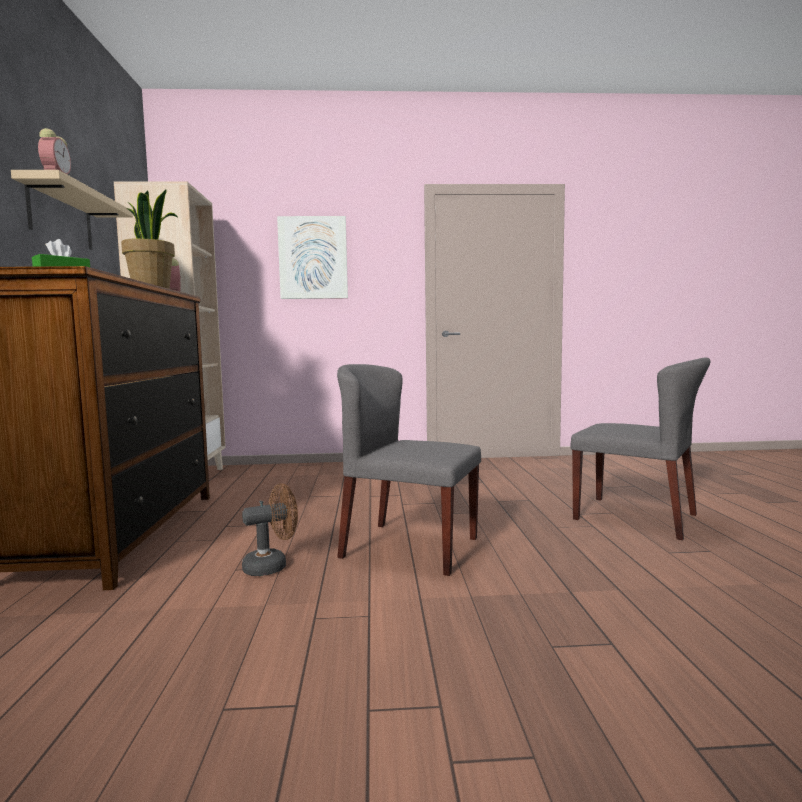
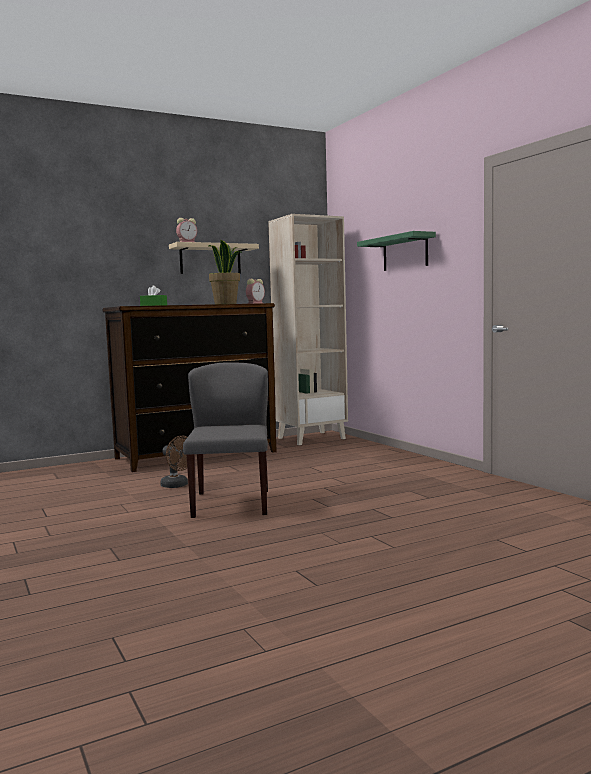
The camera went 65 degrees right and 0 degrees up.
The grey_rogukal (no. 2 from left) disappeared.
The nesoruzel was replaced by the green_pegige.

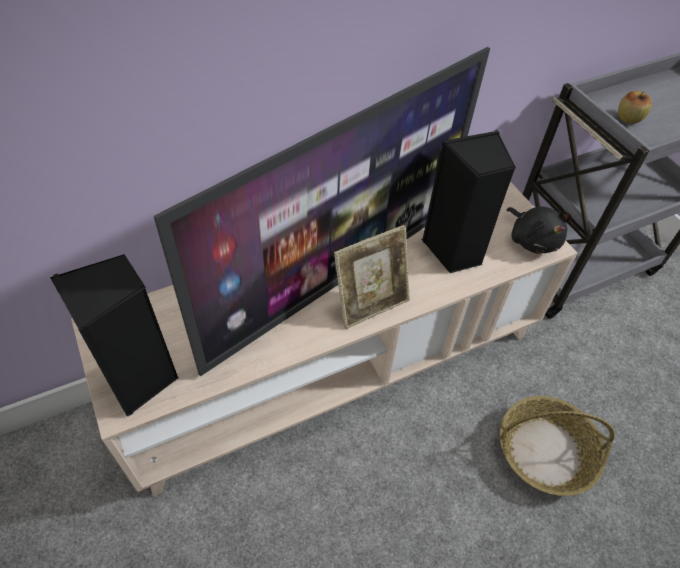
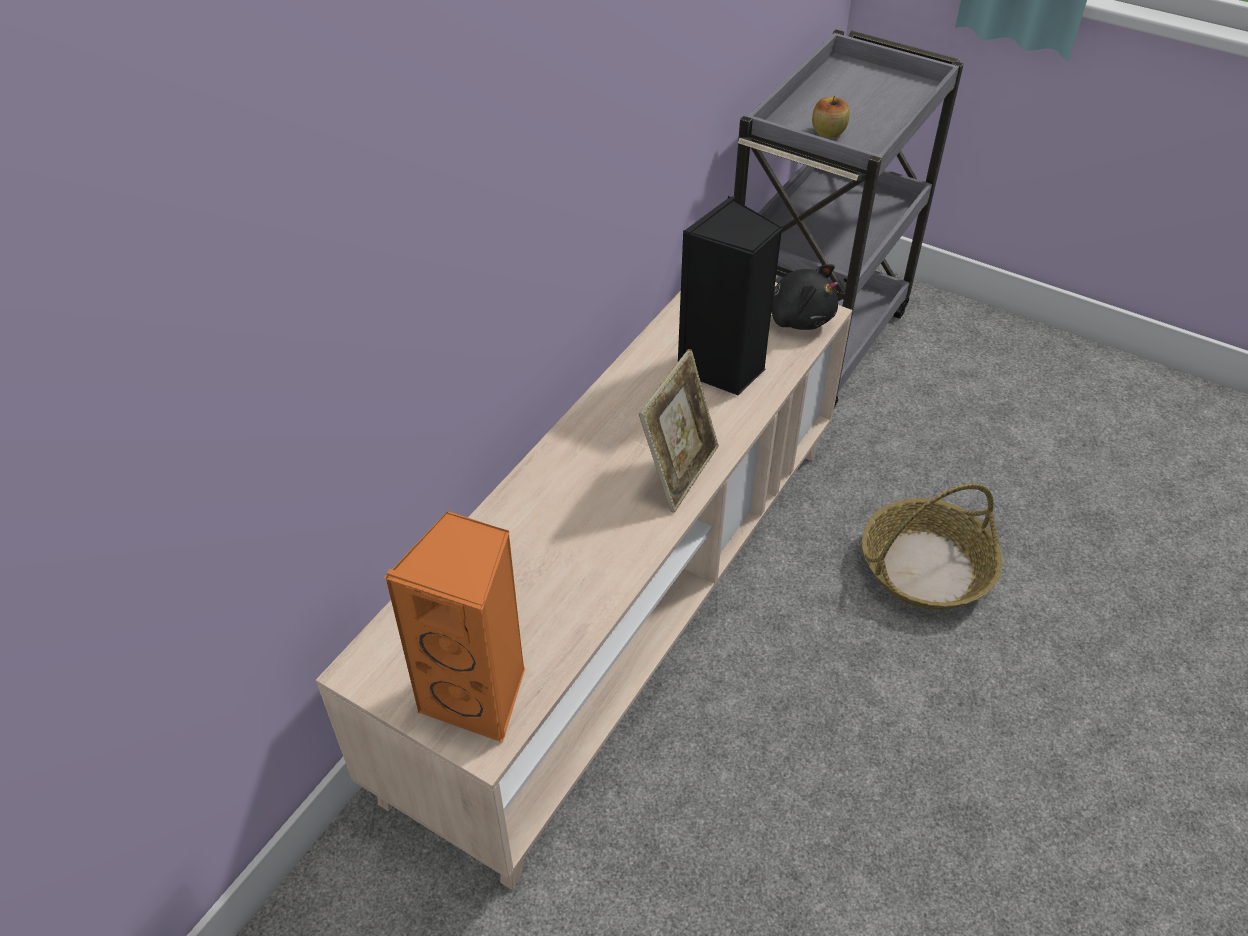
The camera went 30 degrees left and 5 degrees down.
The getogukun disappeared.
The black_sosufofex (no. 1 from left) became the orange_sosufofex.

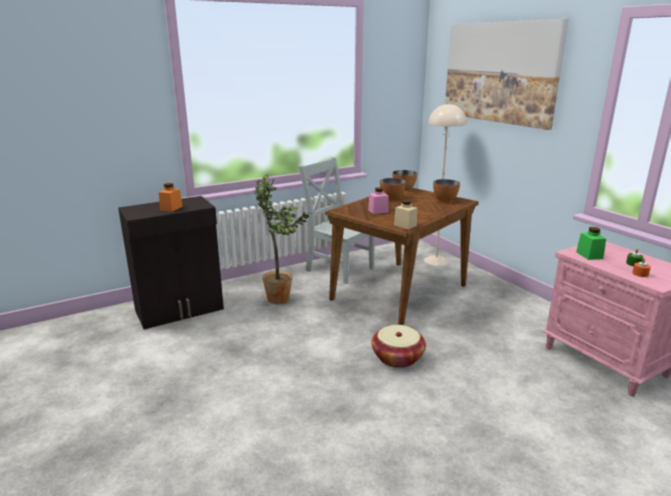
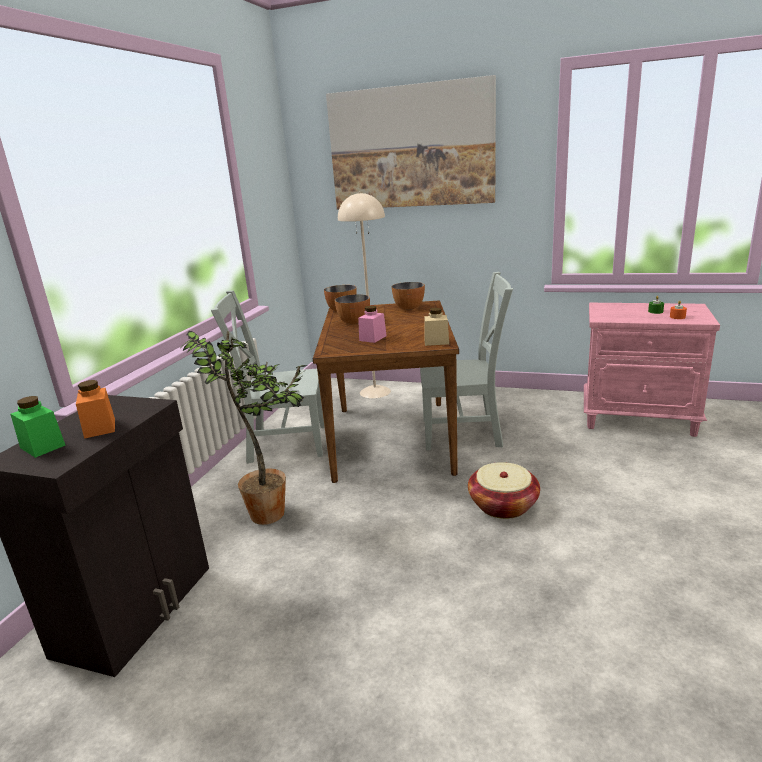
The camera went 40 degrees left and 0 degrees up.
The grey_rogukal (no. 2 from left) appeared.
The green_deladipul moved.

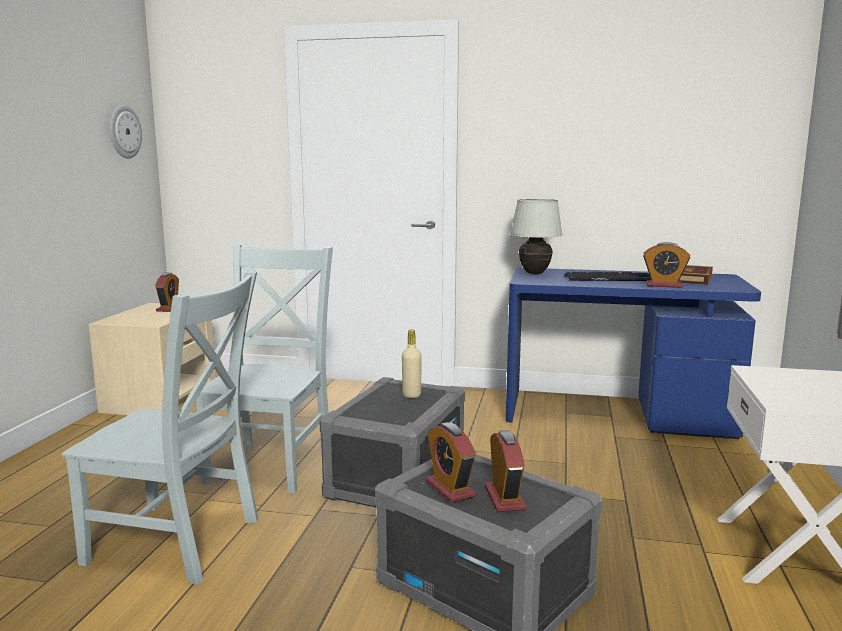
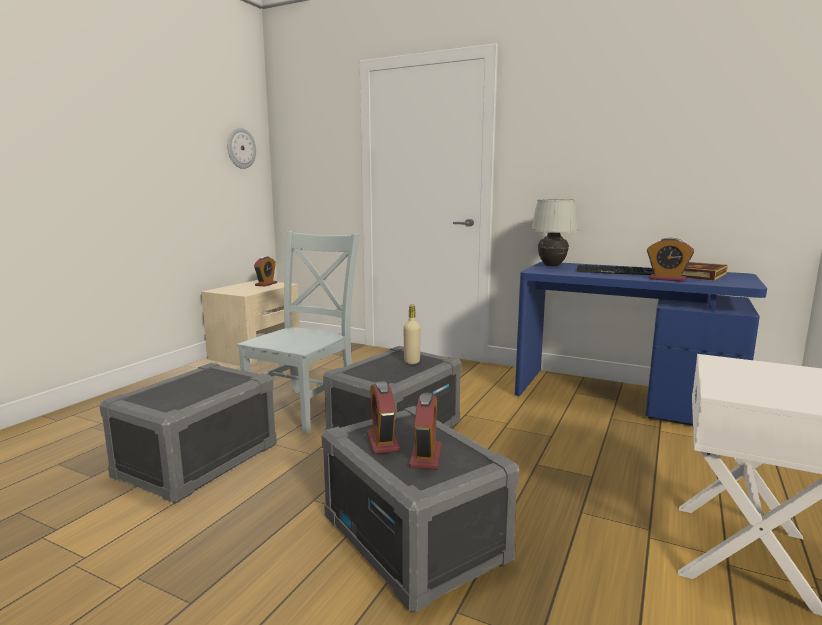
The camera went 15 degrees right and 0 degrees up.
The grey_rogukal (no. 1 from left) was replaced by the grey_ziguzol (no. 1 from left).

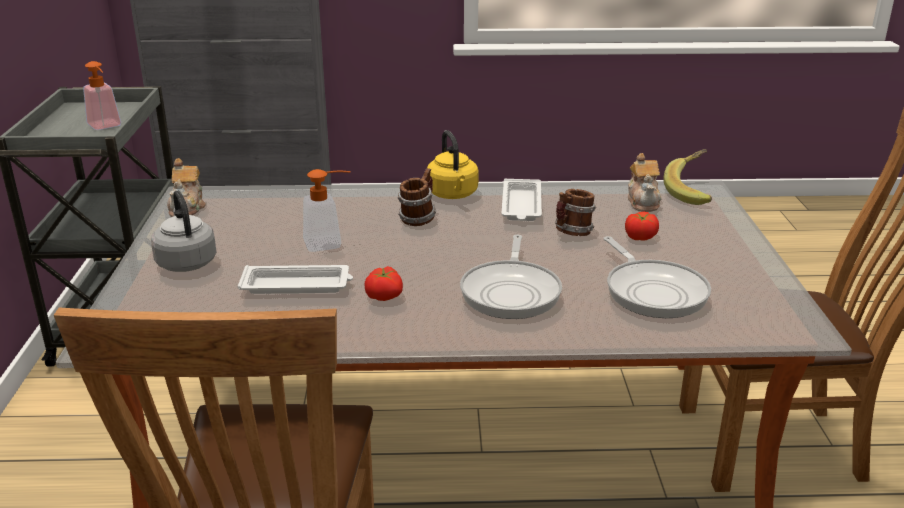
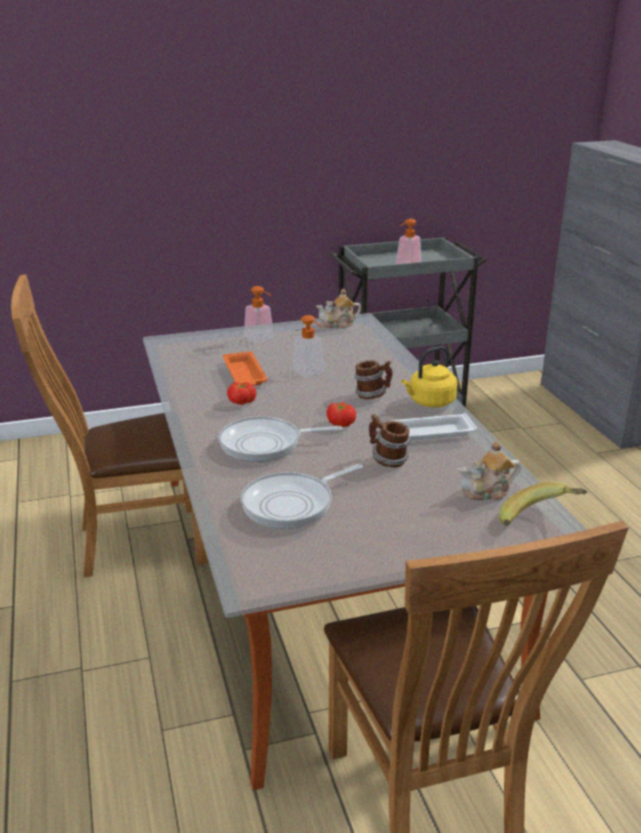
The camera went 75 degrees right and 0 degrees up.
The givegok (no. 2 from left) moved.
The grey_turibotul was replaced by the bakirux (no. 1 from left).
The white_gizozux (no. 1 from left) became the orange_gizozux.

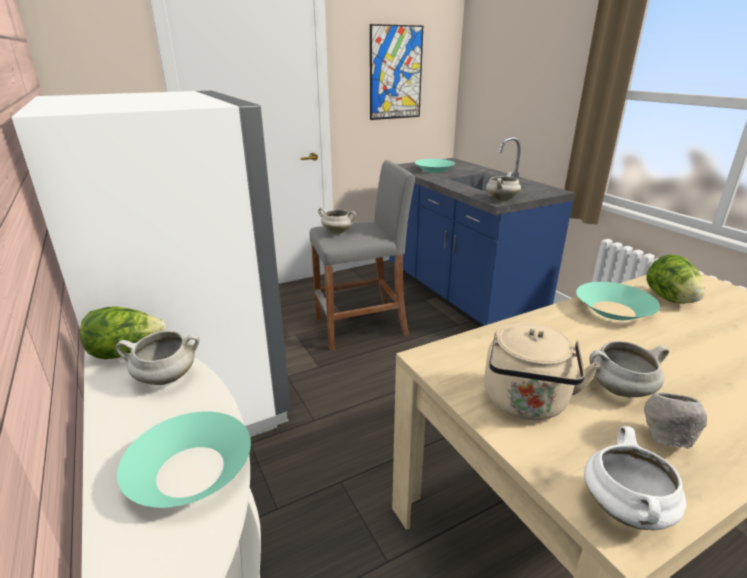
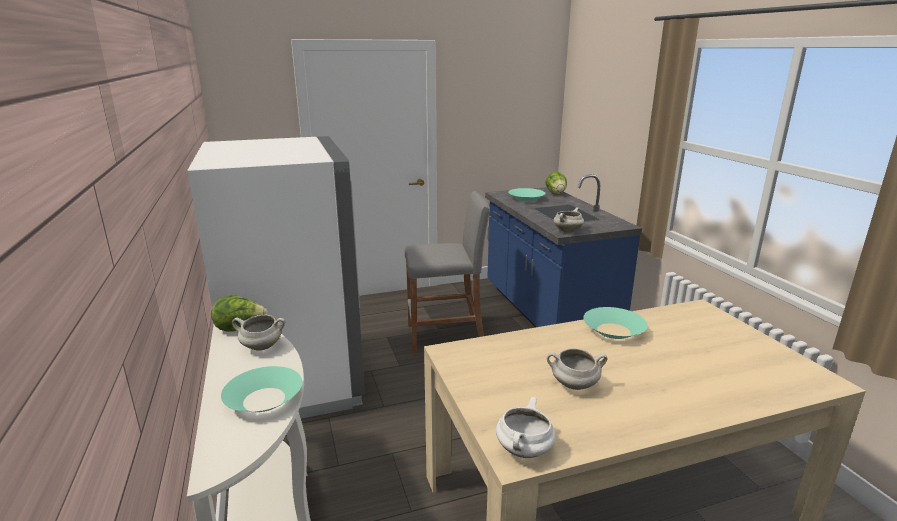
The camera went 10 degrees right and 5 degrees down.
The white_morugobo (no. 2 from left) disappeared.
The nesoruzel disappeared.
The beige_turibotul disappeared.
The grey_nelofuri disappeared.
The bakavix (no. 2 from left) moved.

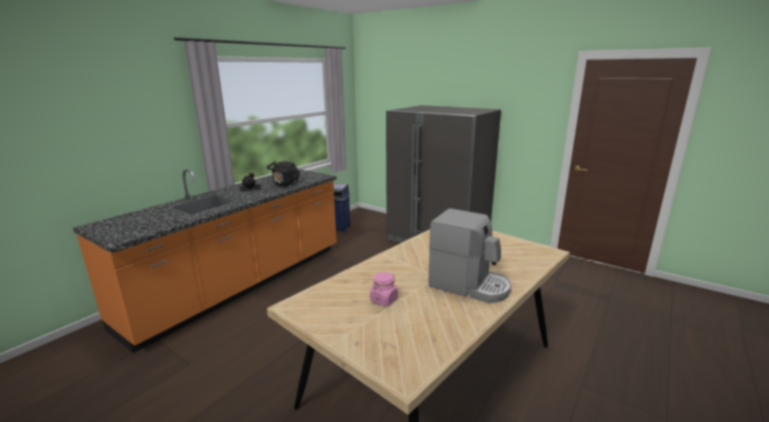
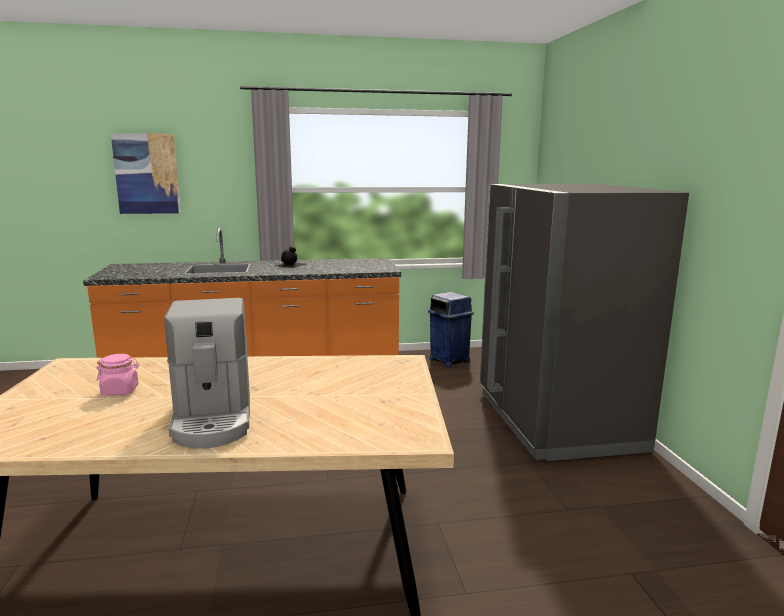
The camera went 45 degrees right and 5 degrees down.
The black_turibotul disappeared.
The nesoruzel appeared.

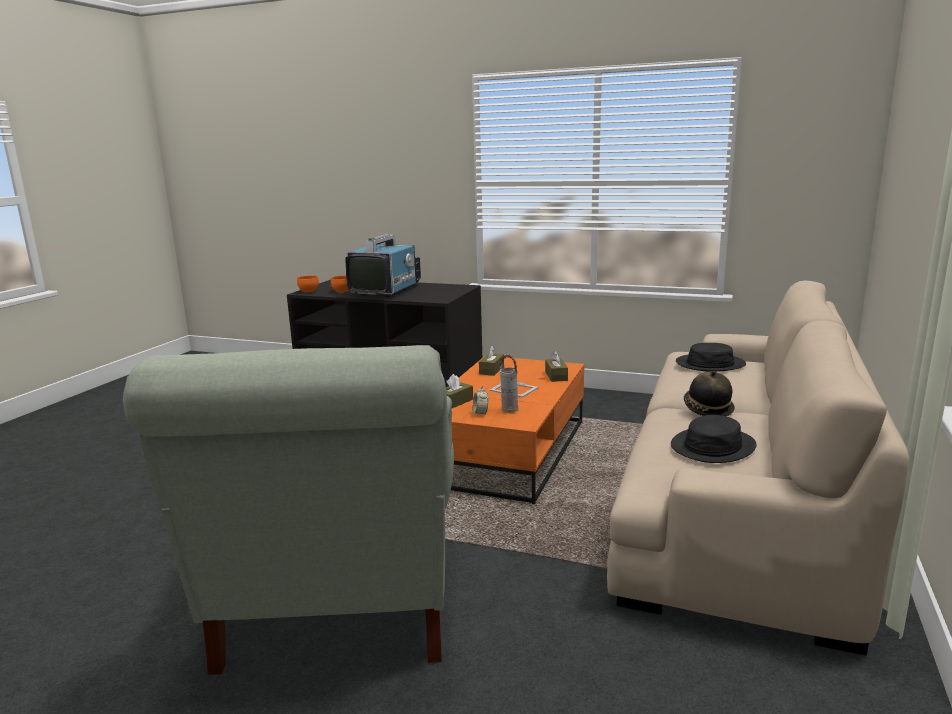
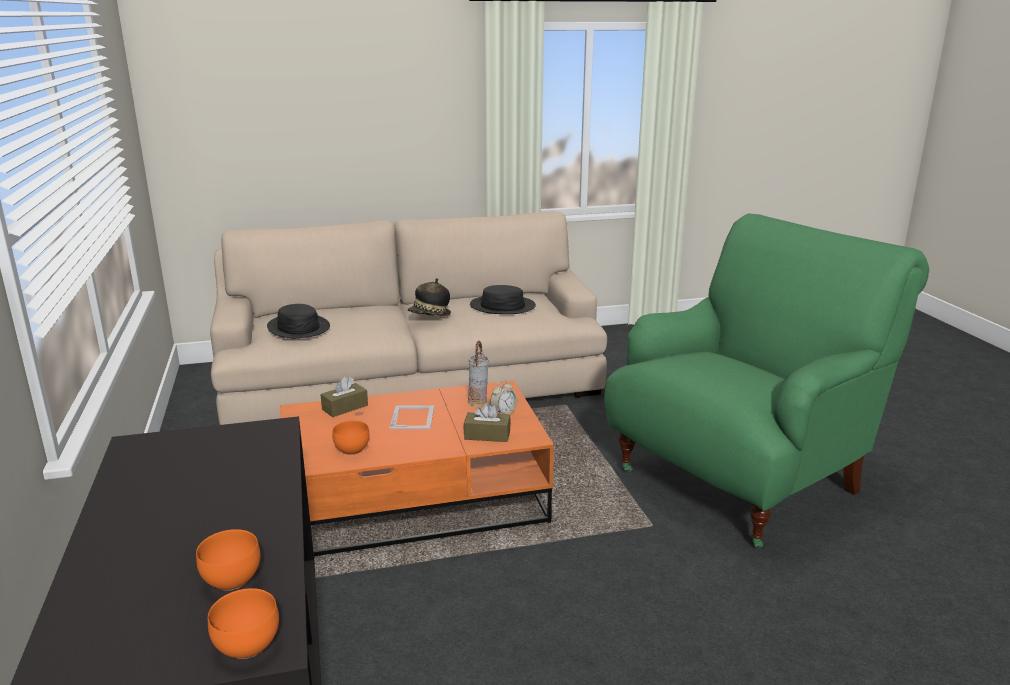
The camera went 125 degrees left and 5 degrees up.
The getogukun disappeared.
The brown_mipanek (no. 2 from left) was replaced by the orange_nelofuri (no. 3 from left).
The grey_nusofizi became the green_nusofizi.

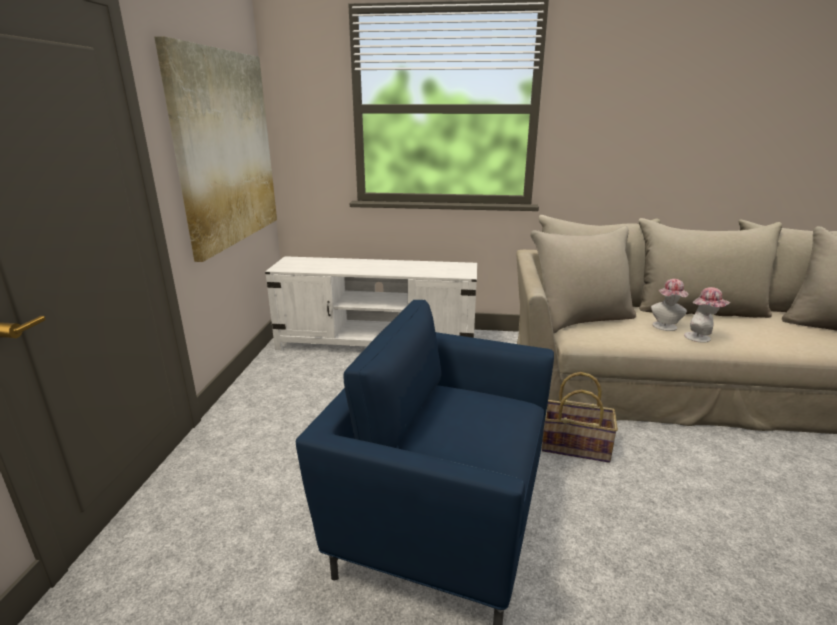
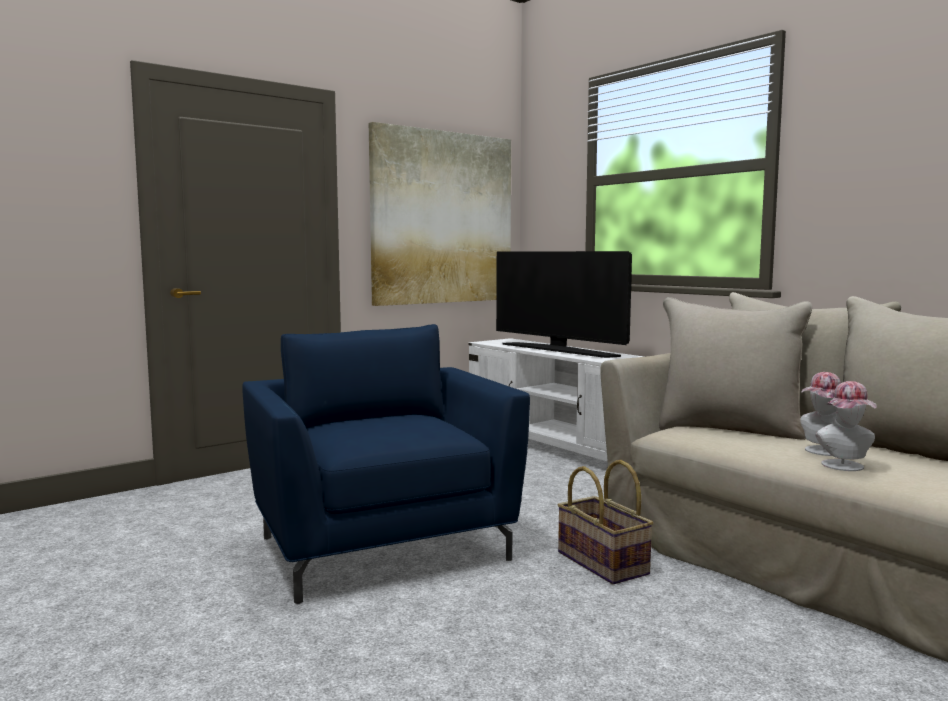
The camera went 45 degrees right and 15 degrees down.
The getogukun appeared.

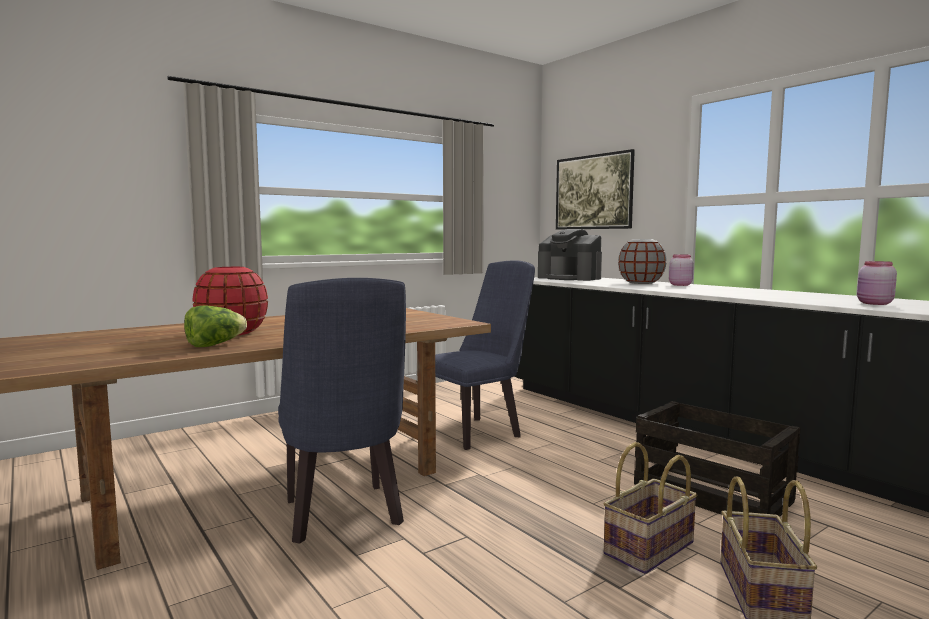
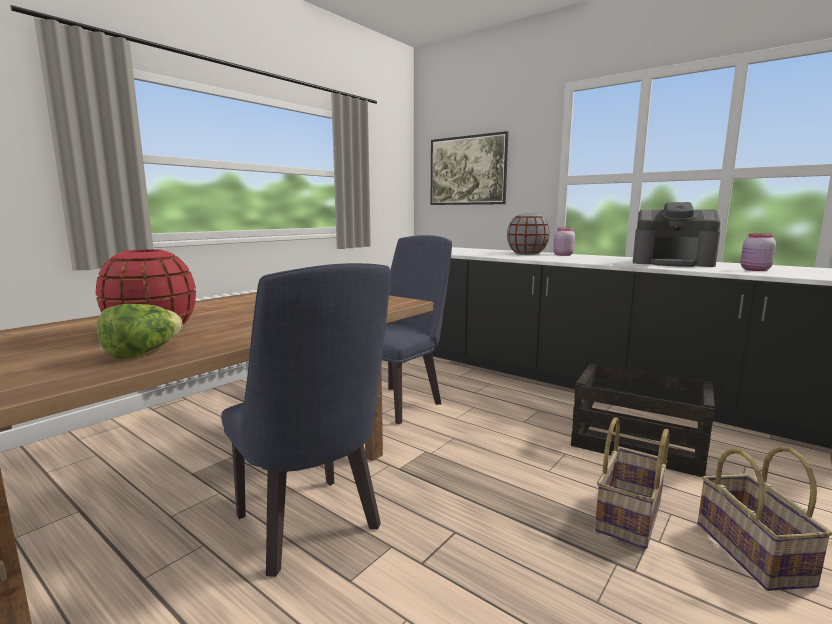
The camera went 15 degrees left and 5 degrees up.
The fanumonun moved.

